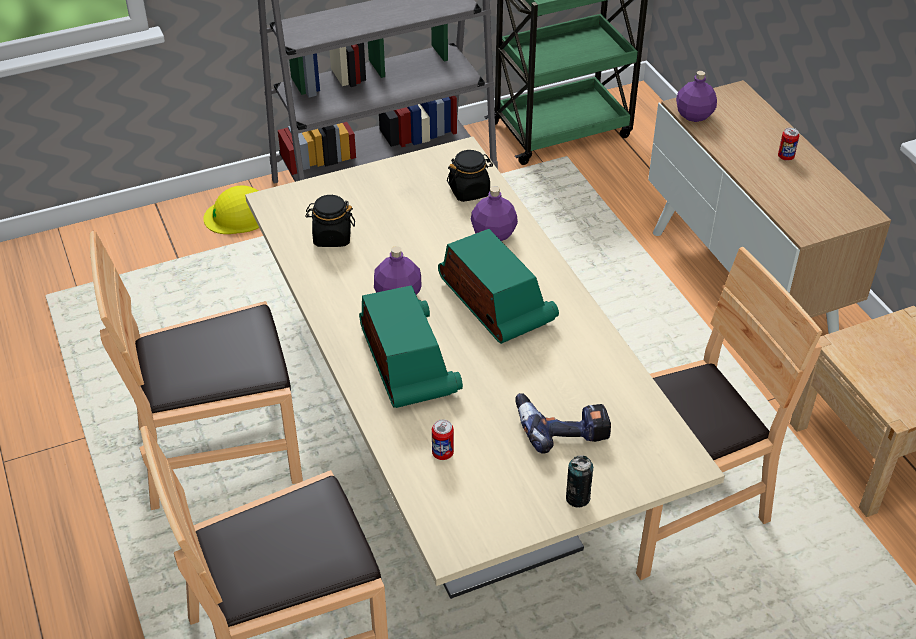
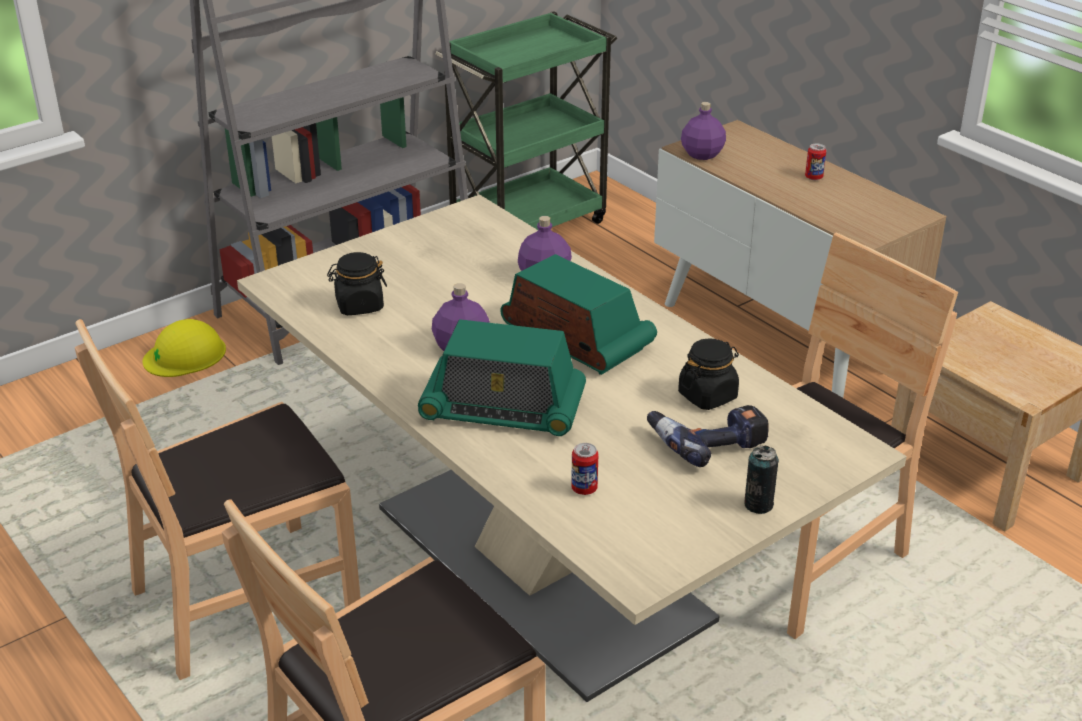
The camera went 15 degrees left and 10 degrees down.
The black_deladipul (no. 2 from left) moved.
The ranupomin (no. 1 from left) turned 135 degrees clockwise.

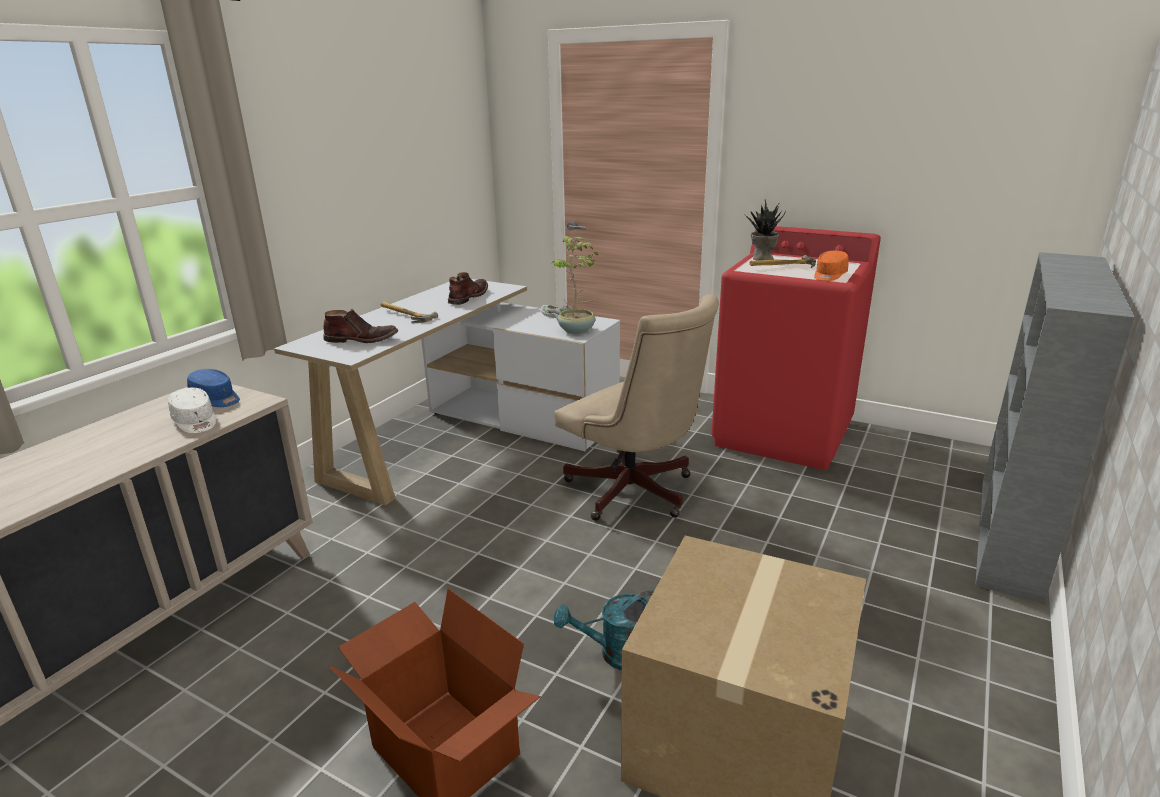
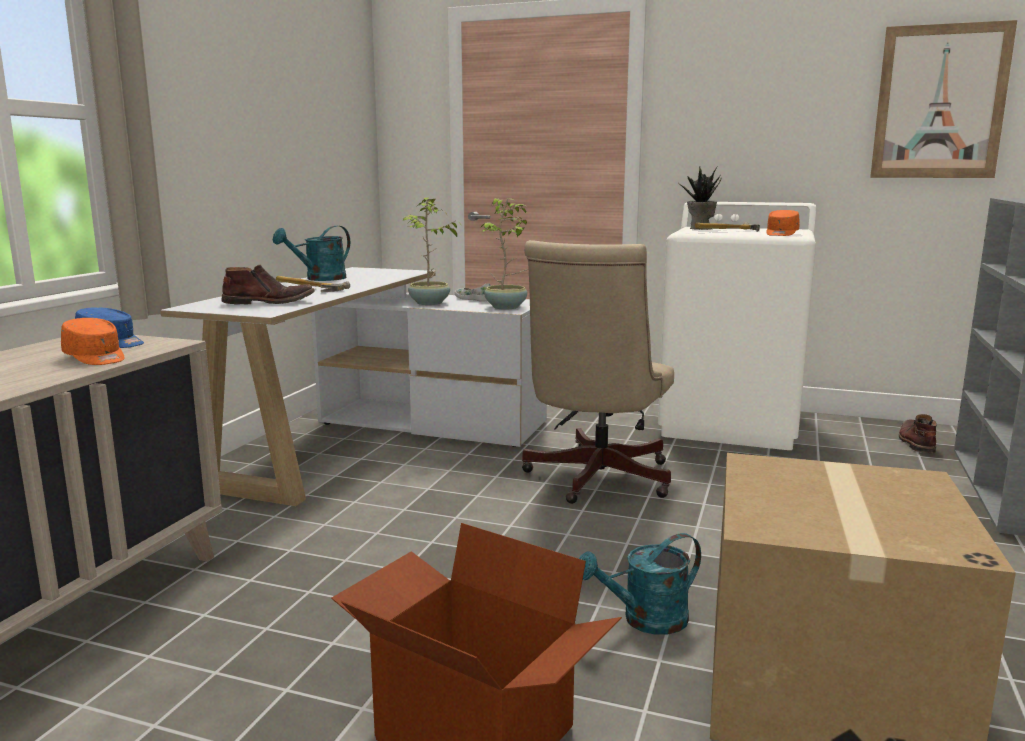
The camera went 10 degrees left and 10 degrees down.
The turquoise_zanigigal (no. 1 from left) appeared.
The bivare (no. 1 from left) appeared.
The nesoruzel appeared.
The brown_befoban (no. 2 from left) moved.
The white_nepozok became the orange_nepozok (no. 1 from left).
The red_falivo became the white_falivo.
The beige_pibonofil turned 75 degrees clockwise.

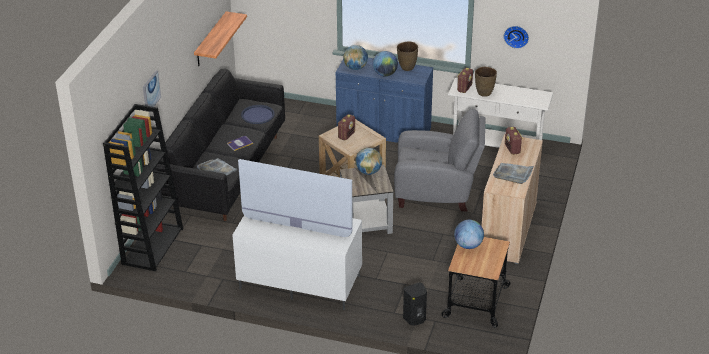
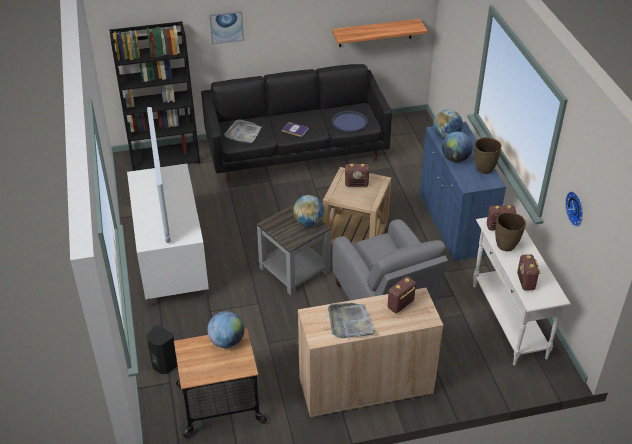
The camera went 60 degrees right and 5 degrees up.
The ranupomin (no. 4 from left) appeared.

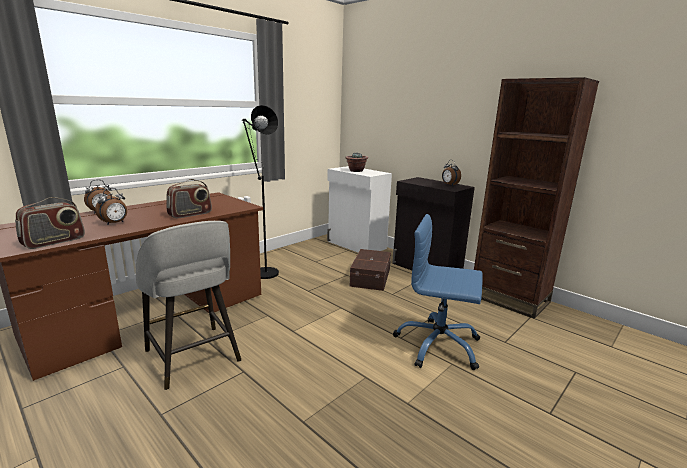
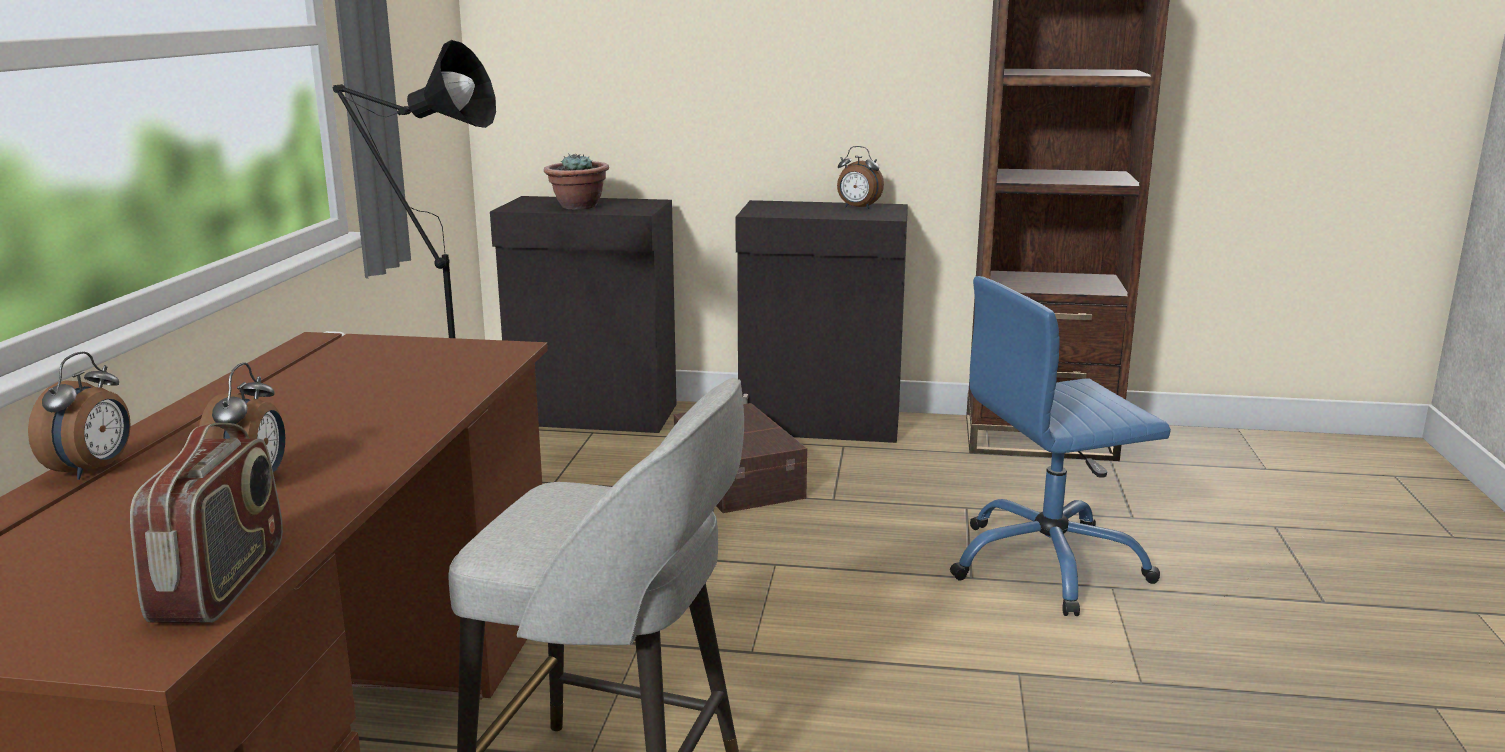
The camera went 35 degrees left and 0 degrees up.
The ranupomin (no. 2 from left) disappeared.
The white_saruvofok became the black_saruvofok (no. 1 from left).

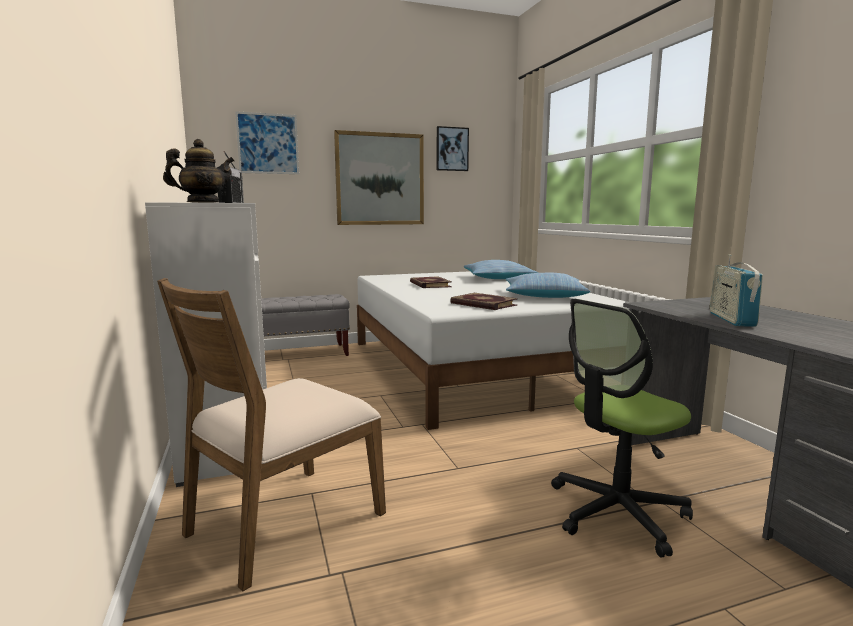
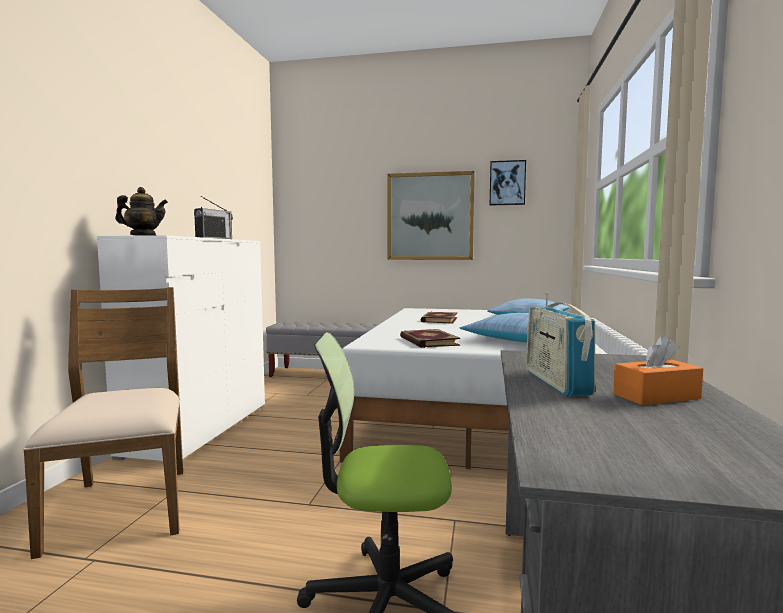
The camera went 30 degrees right and 5 degrees down.
The nesoruzel (no. 1 from left) disappeared.
The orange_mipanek appeared.
The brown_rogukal turned 90 degrees clockwise.
The ranupomin (no. 2 from left) turned 45 degrees counterclockwise.

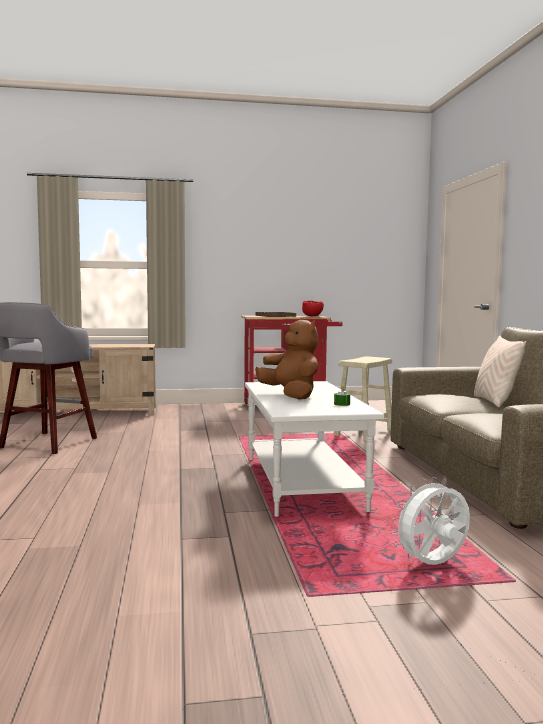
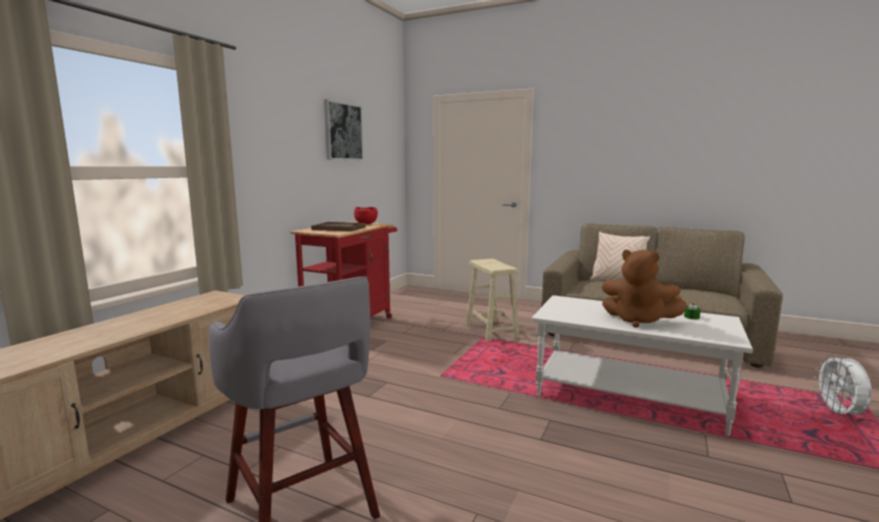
The camera went 55 degrees left and 5 degrees up.
The nesoruzel appeared.
The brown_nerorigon turned 150 degrees counterclockwise.

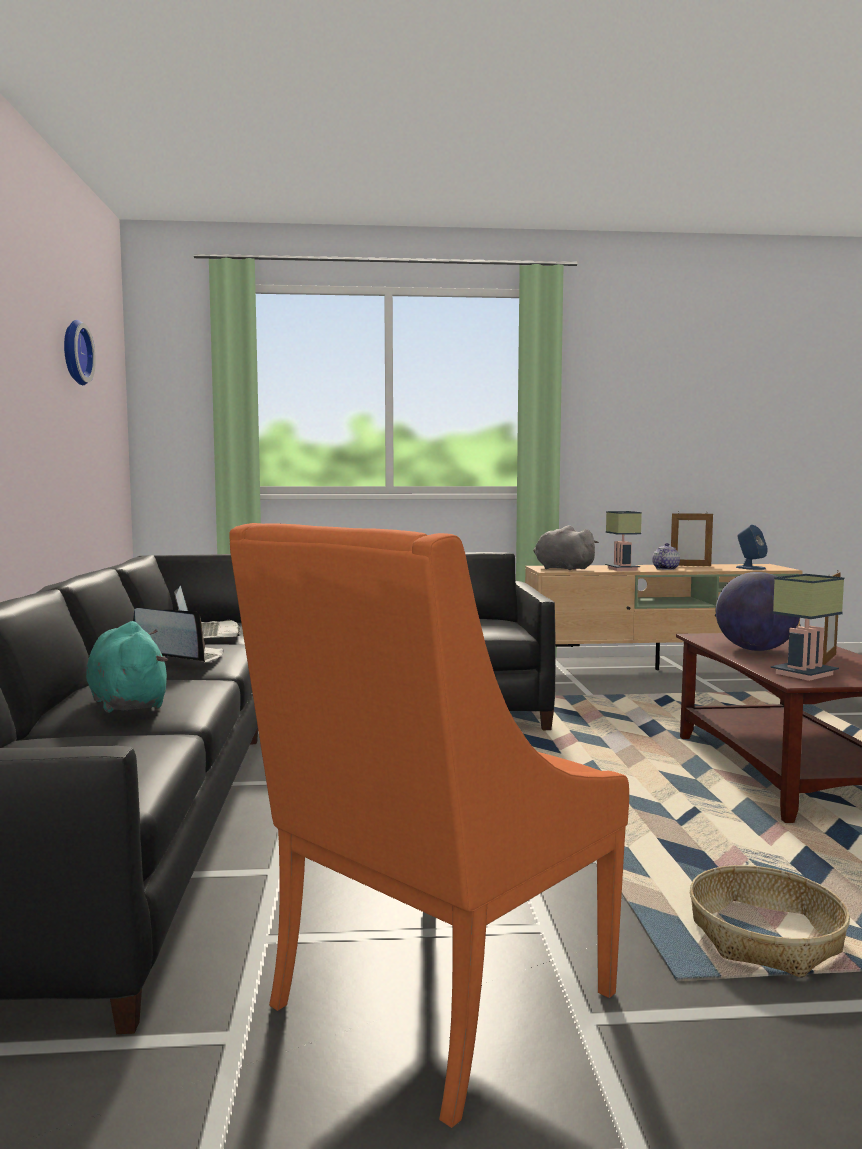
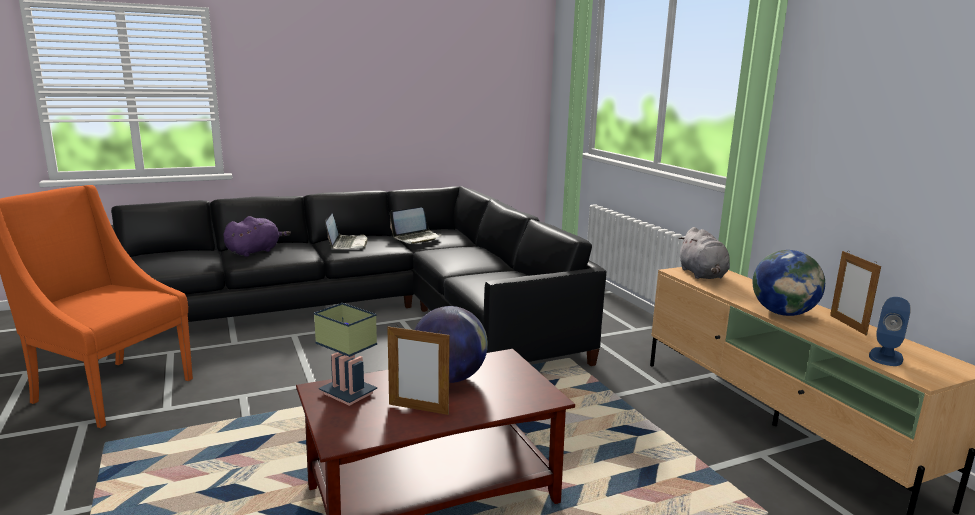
The camera went 70 degrees right and 10 degrees up.
The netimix disappeared.
The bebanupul (no. 1 from left) disappeared.
The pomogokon disappeared.
The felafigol was replaced by the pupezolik (no. 2 from left).
The turquoise_nerorigon became the purple_nerorigon.
The grey_nerorigon turned 150 degrees clockwise.

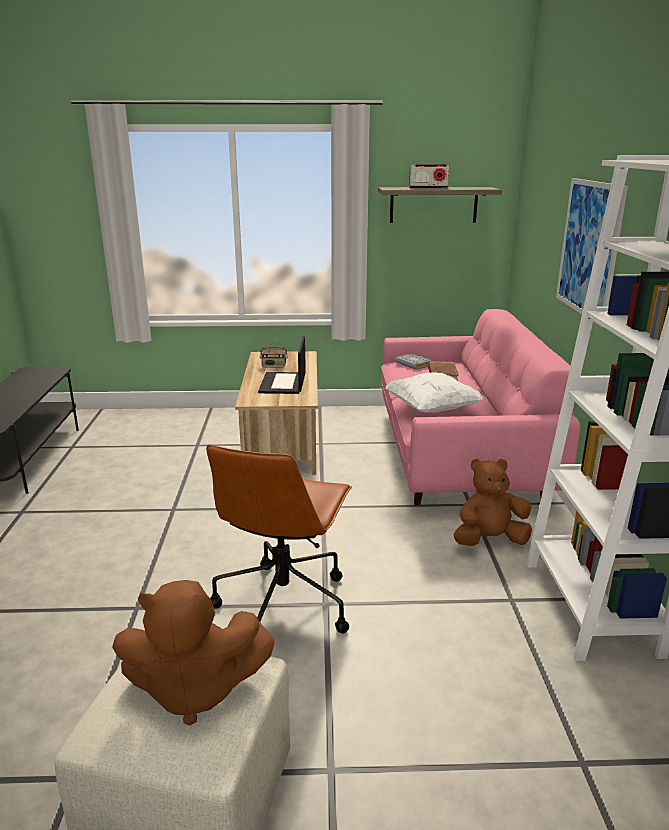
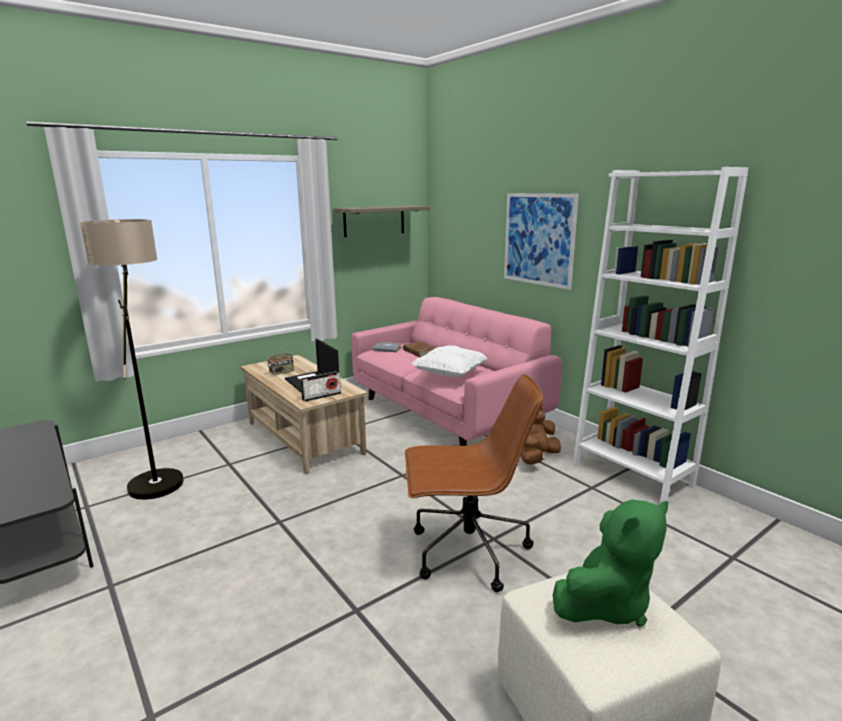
The camera went 35 degrees left and 5 degrees down.
The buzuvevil appeared.
The ranupomin (no. 2 from left) moved.
The brown_nerorigon (no. 1 from left) became the green_nerorigon.
The brown_pibonofil turned 75 degrees counterclockwise.

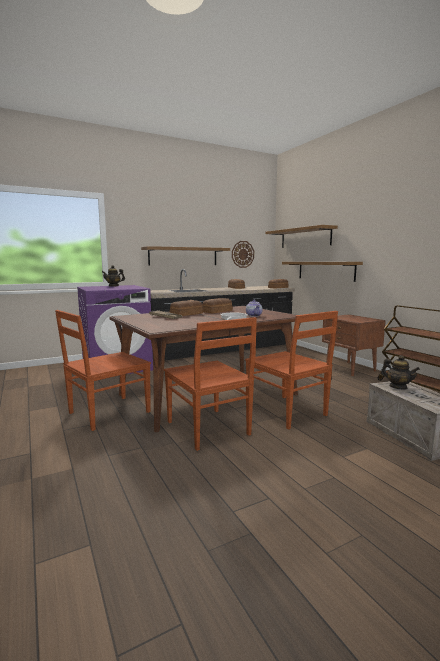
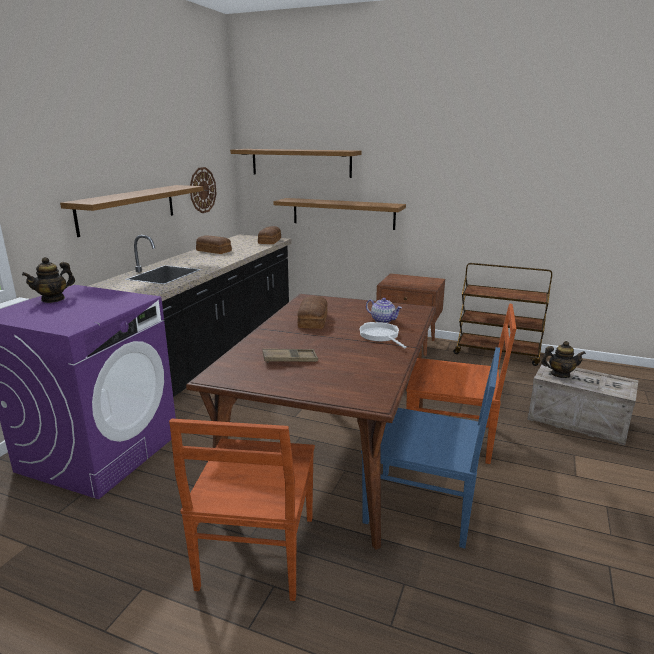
The camera went 40 degrees left and 10 degrees up.
The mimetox (no. 1 from left) disappeared.
The brown_rogukal (no. 2 from left) became the blue_rogukal.

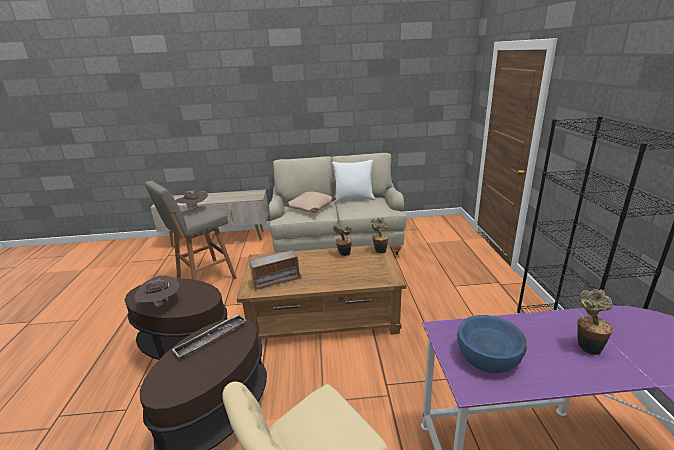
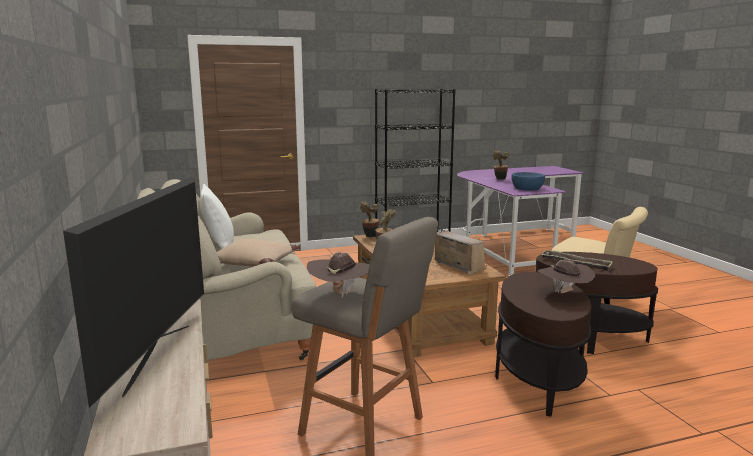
The camera went 105 degrees left and 10 degrees down.
The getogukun appeared.

